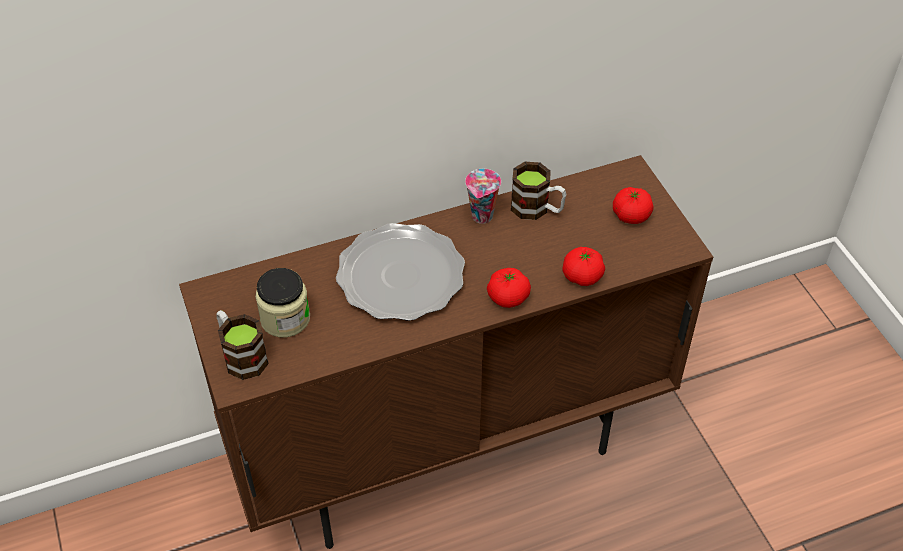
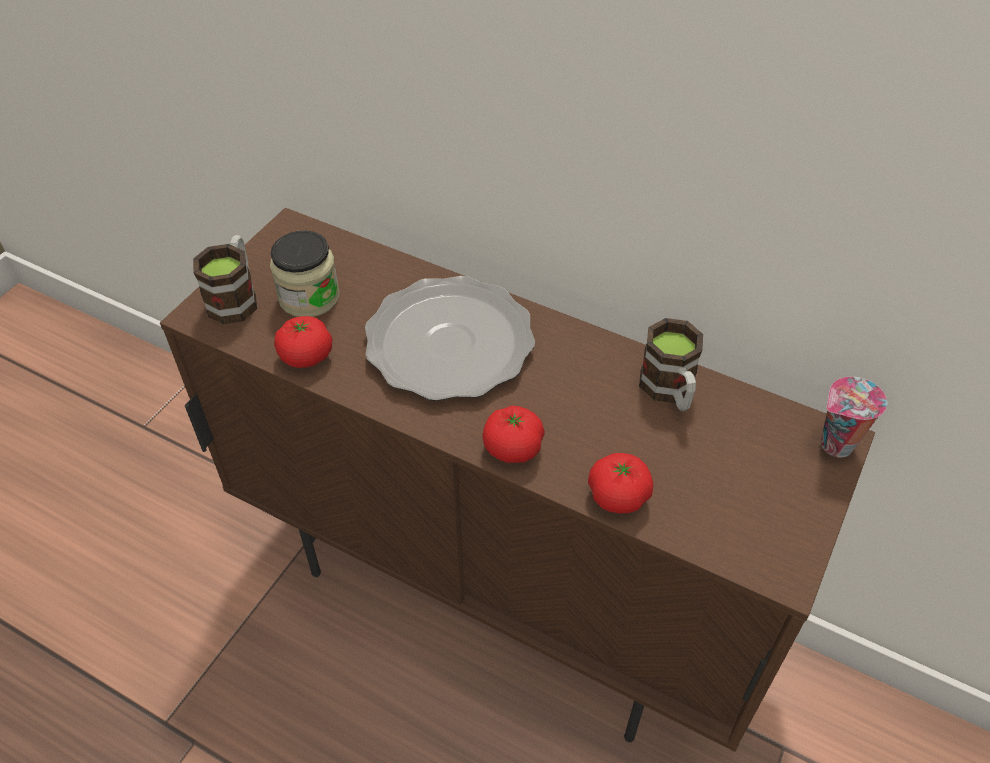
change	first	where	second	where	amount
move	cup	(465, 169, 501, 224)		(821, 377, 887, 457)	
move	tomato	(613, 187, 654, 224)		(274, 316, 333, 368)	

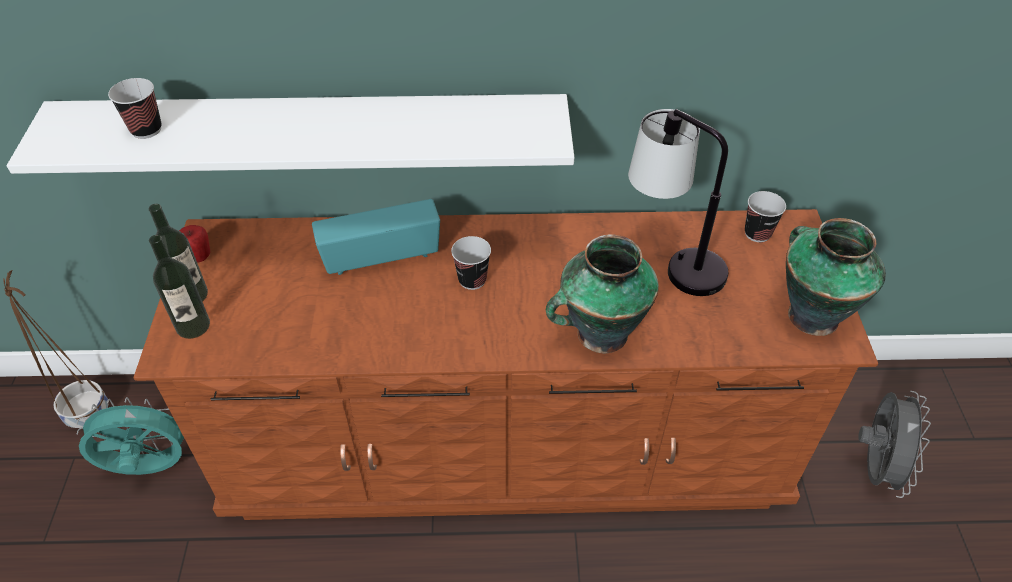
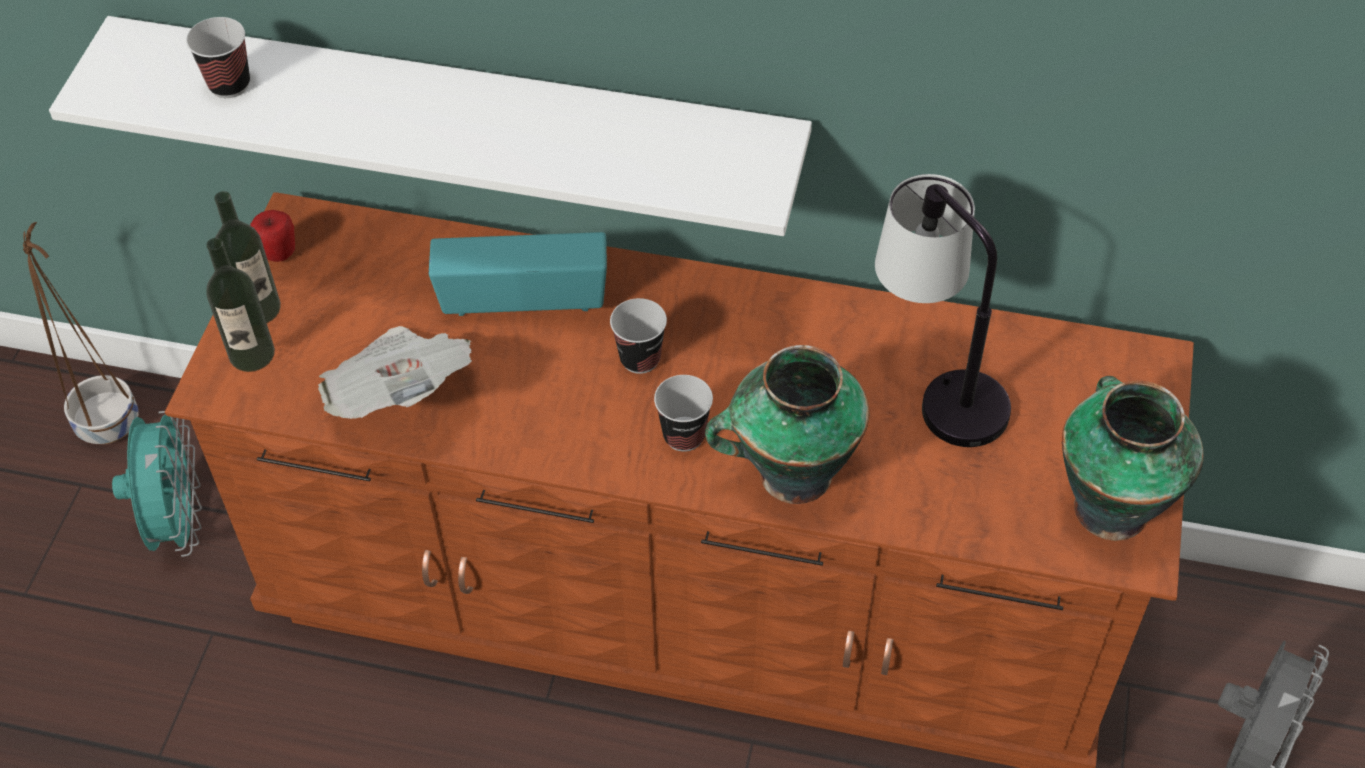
change	first	where	second	where	amount
rotate	turquoise fan	(76, 397, 184, 475)		(112, 411, 202, 557)	75 degrees clockwise
move	cup	(745, 191, 786, 242)		(654, 375, 713, 452)	
insert			newspaper	(318, 326, 472, 419)	

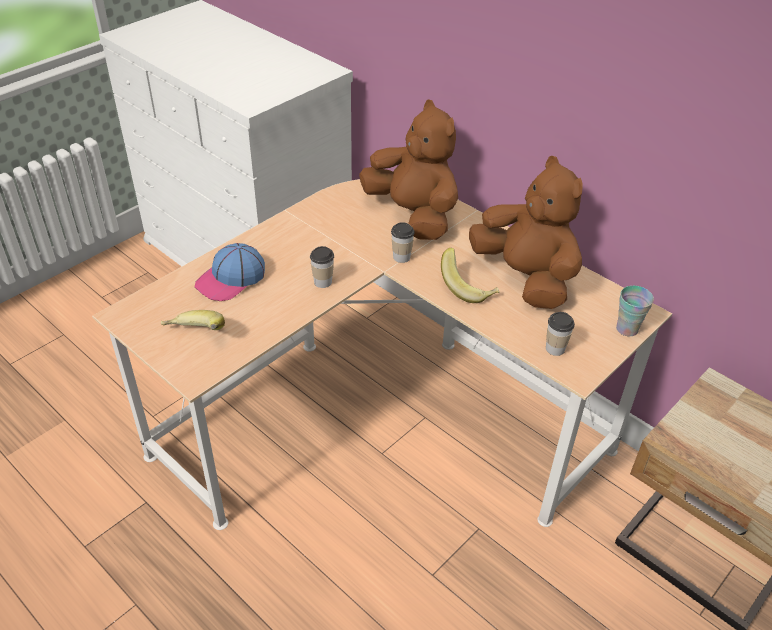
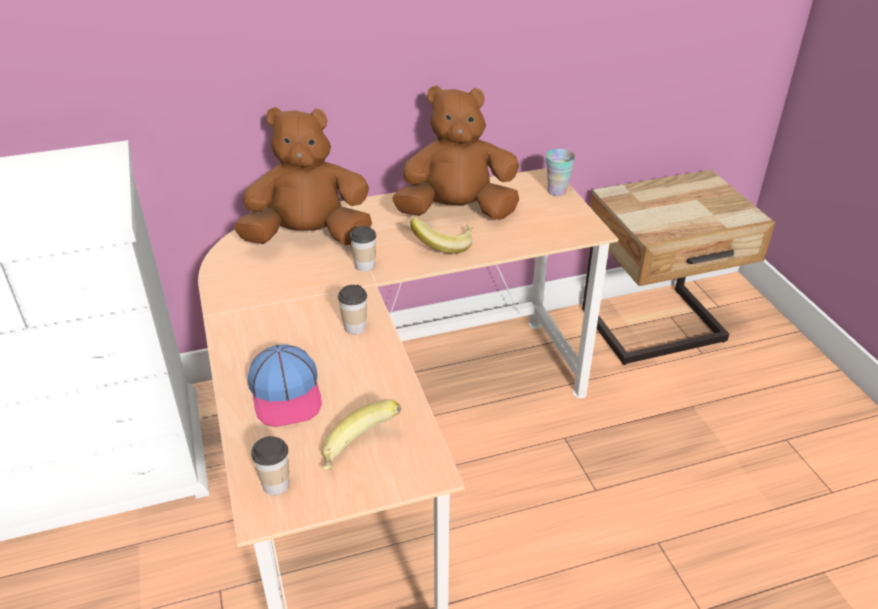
change	first	where	second	where	amount
move	cup	(546, 312, 575, 356)		(251, 436, 289, 495)	

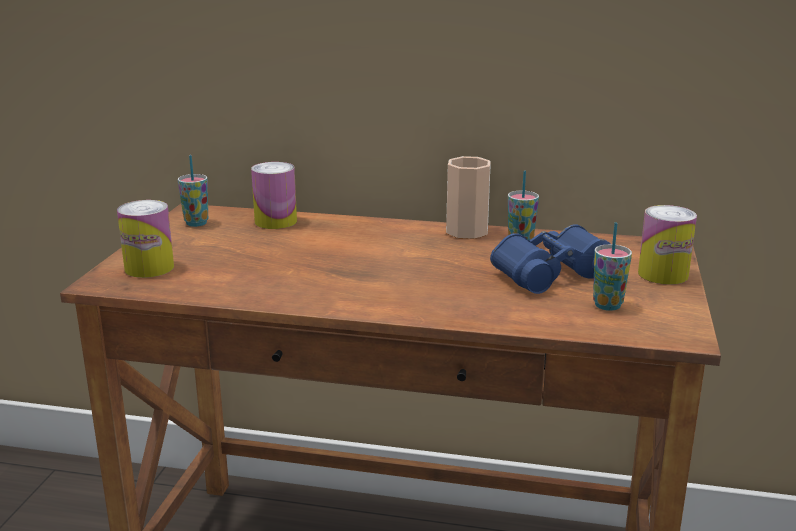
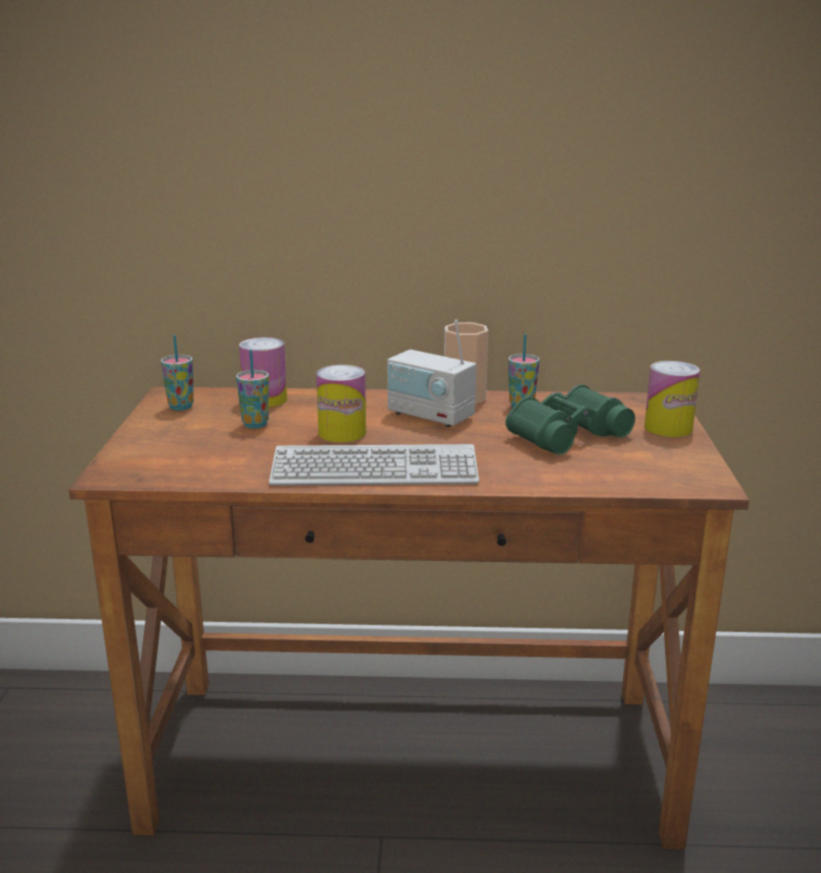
change	first	where	second	where	amount
move	can	(117, 200, 174, 278)		(316, 365, 366, 442)	
recolor	blue binoculars	(490, 224, 611, 294)	green binoculars	(506, 384, 635, 455)	
move	cup	(593, 223, 632, 311)		(236, 350, 269, 428)	
insert			keyboard	(269, 444, 479, 486)	
insert			radio	(387, 320, 476, 427)	

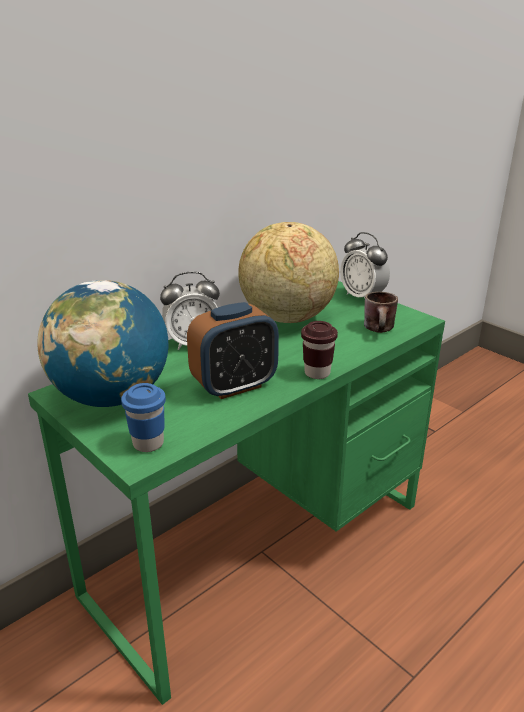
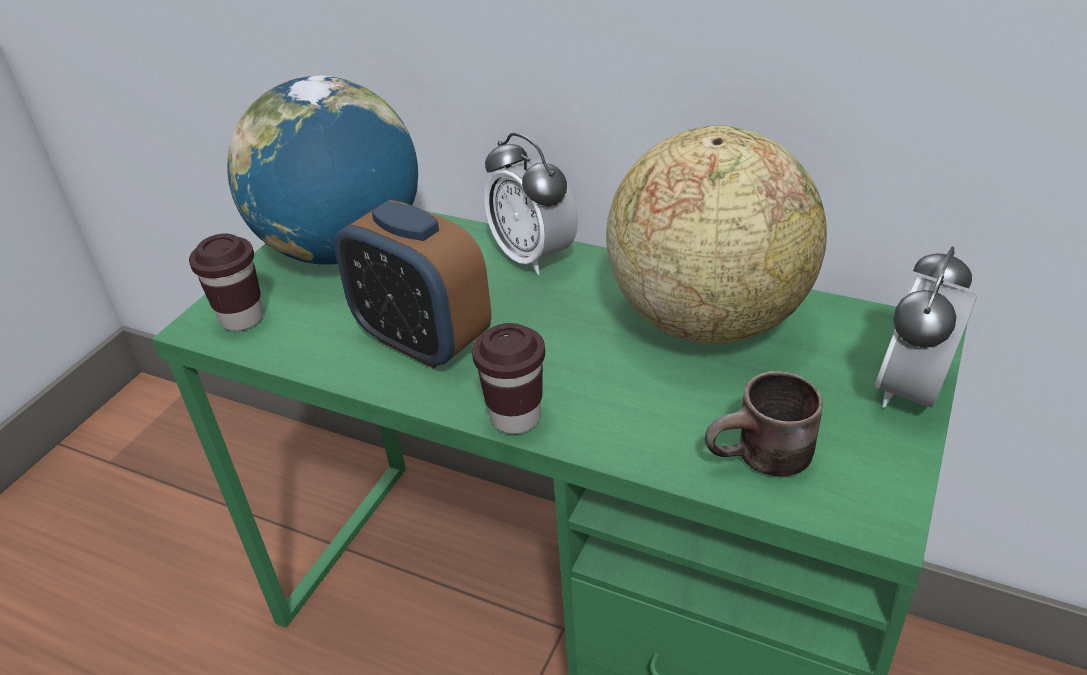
change	first	where	second	where	amount
recolor	blue cup	(121, 383, 166, 452)	brown cup	(189, 234, 263, 331)	

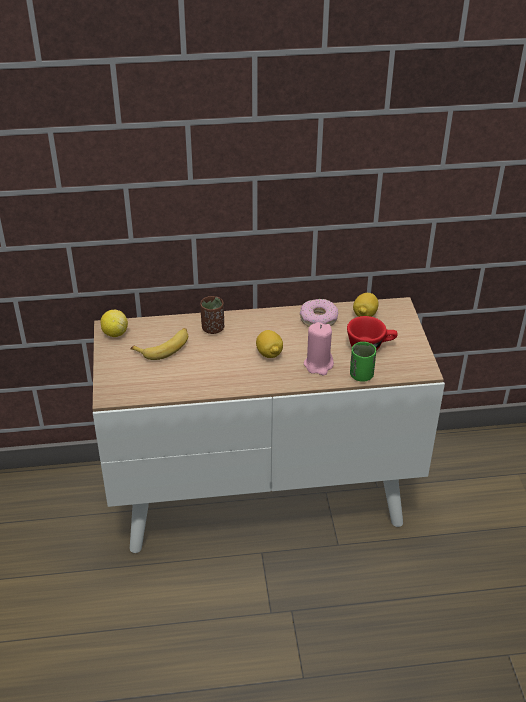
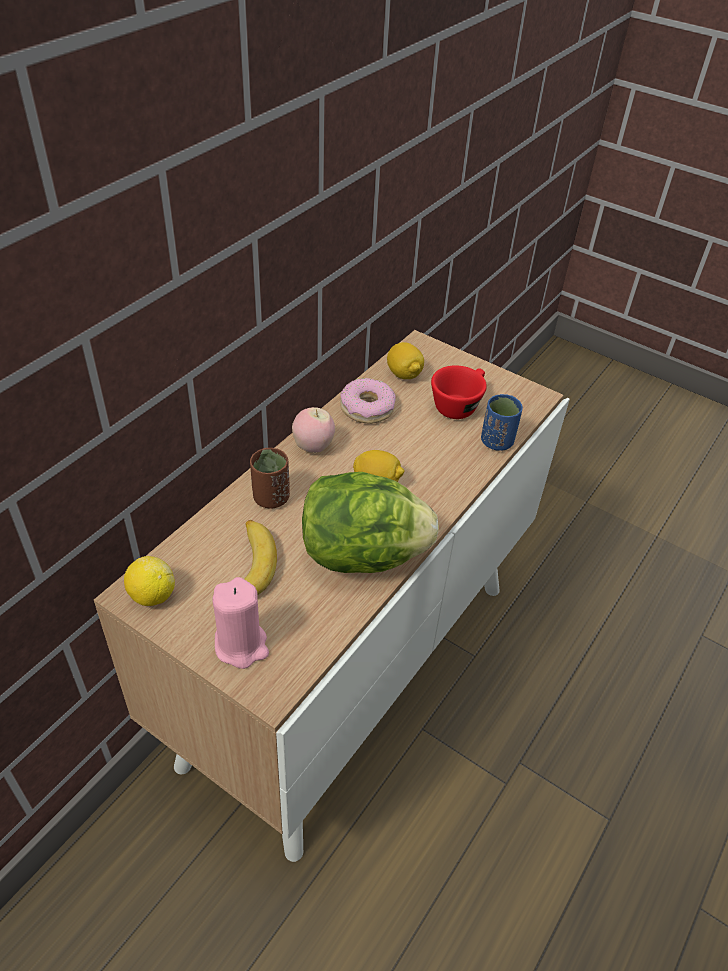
change	first	where	second	where	amount
move	pink candle	(304, 322, 334, 375)		(212, 577, 269, 669)	
recolor	green cup	(350, 342, 376, 382)	blue cup	(481, 394, 523, 451)	
insert			apple	(292, 407, 335, 453)	
insert			lettuce	(302, 472, 439, 573)	

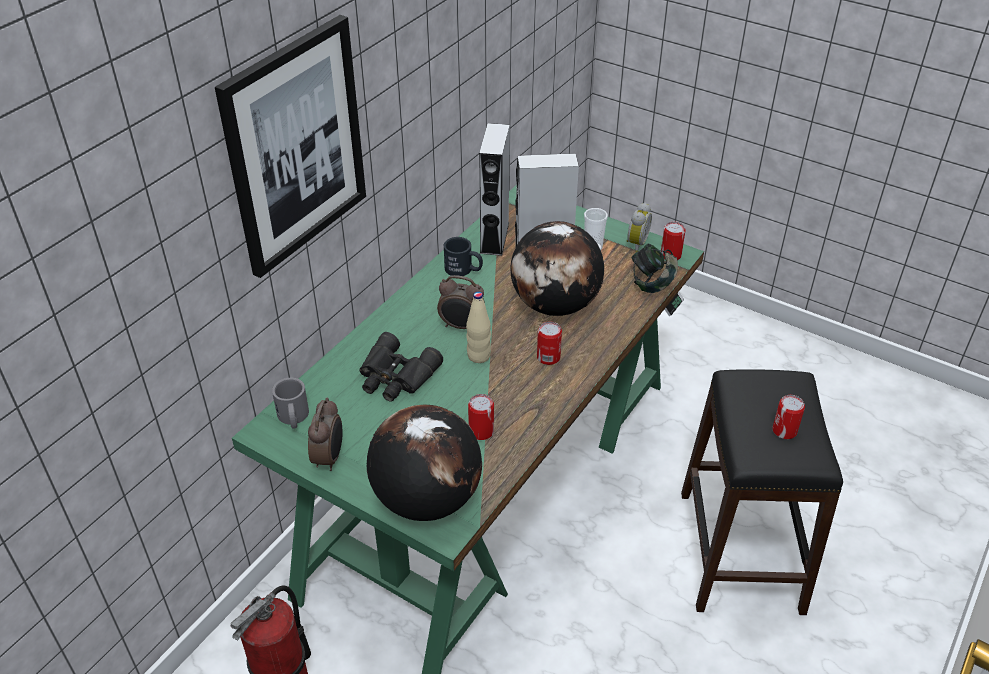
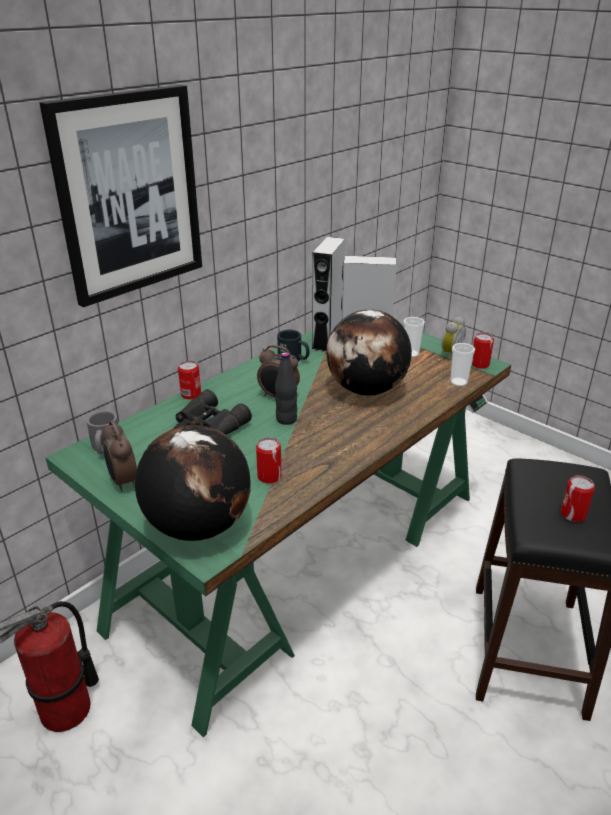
change	first	where	second	where	amount
rotate	alarm clock	(308, 397, 343, 471)		(102, 420, 137, 491)	135 degrees clockwise
recolor	beige bottle	(466, 292, 491, 363)	black bottle	(275, 352, 297, 425)	
move	can	(537, 321, 562, 365)		(178, 361, 201, 400)	
replace	headphones	(631, 244, 678, 293)	cup	(450, 343, 475, 387)	

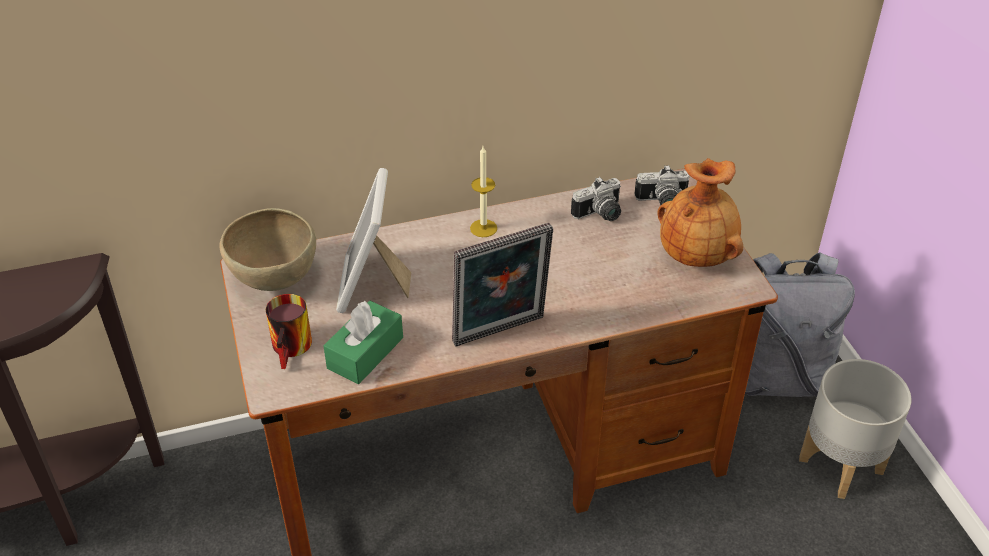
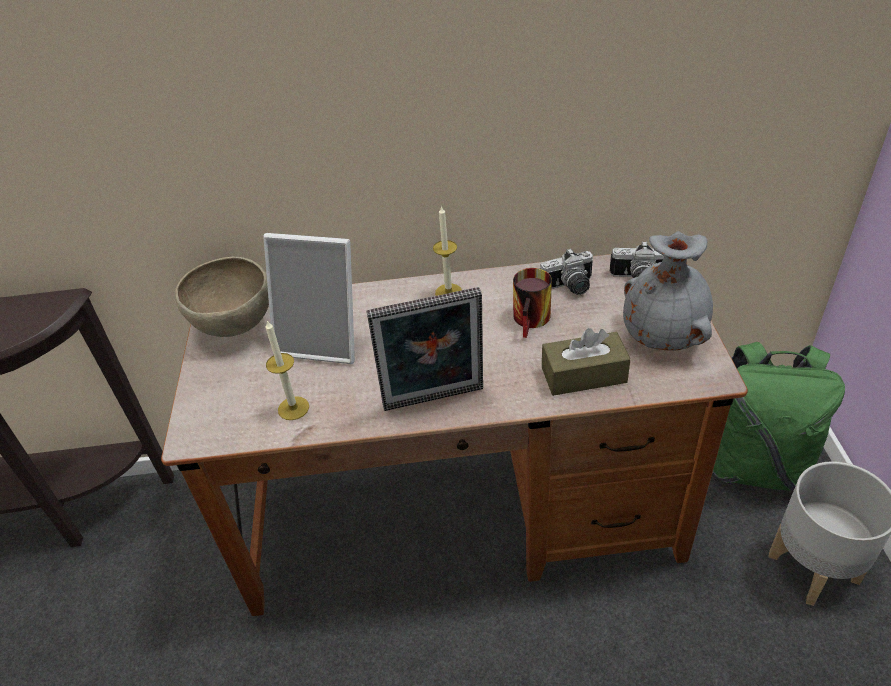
change	first	where	second	where	amount
move	mug	(266, 294, 312, 369)		(513, 268, 552, 338)	
replace	green tissue box	(324, 301, 403, 384)	candle	(265, 321, 309, 420)	
rotate	picture frame	(336, 168, 411, 313)		(263, 233, 355, 364)	90 degrees counterclockwise
recolor	brown vase	(658, 158, 743, 267)	grey vase	(623, 231, 713, 351)	
recolor	grey backpack	(745, 252, 855, 397)	green backpack	(713, 342, 845, 491)	
insert			brown tissue box	(542, 328, 631, 396)	

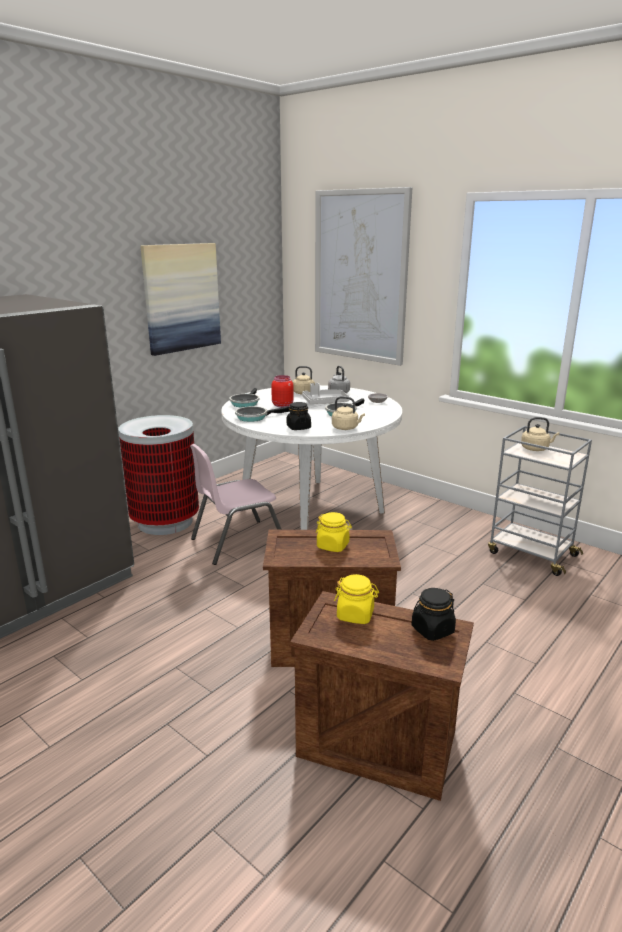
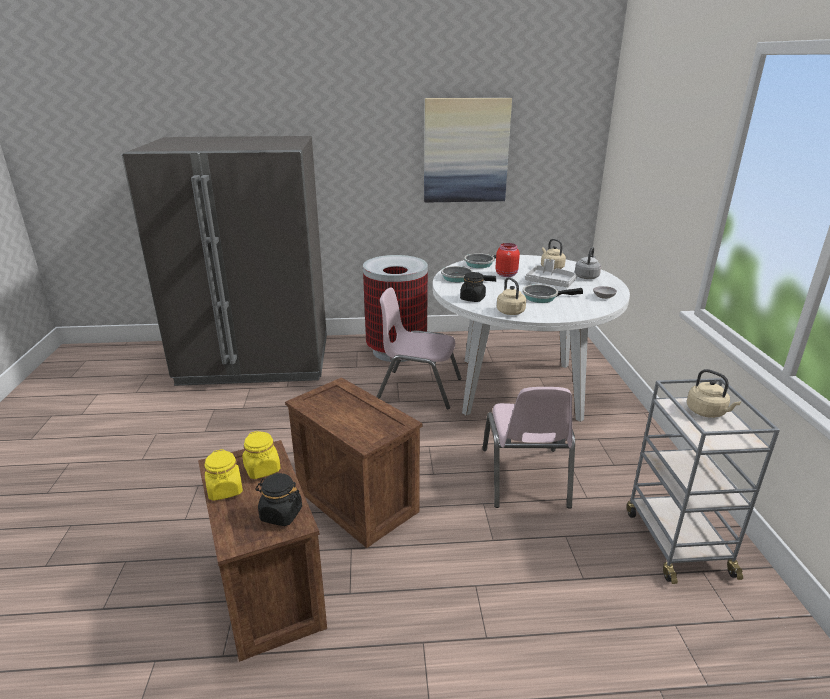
change	first	where	second	where	amount
delete	picture	(315, 187, 412, 366)			
move	yellow jar	(316, 512, 352, 552)		(204, 449, 243, 501)	
insert			pink chair	(482, 387, 575, 509)	

